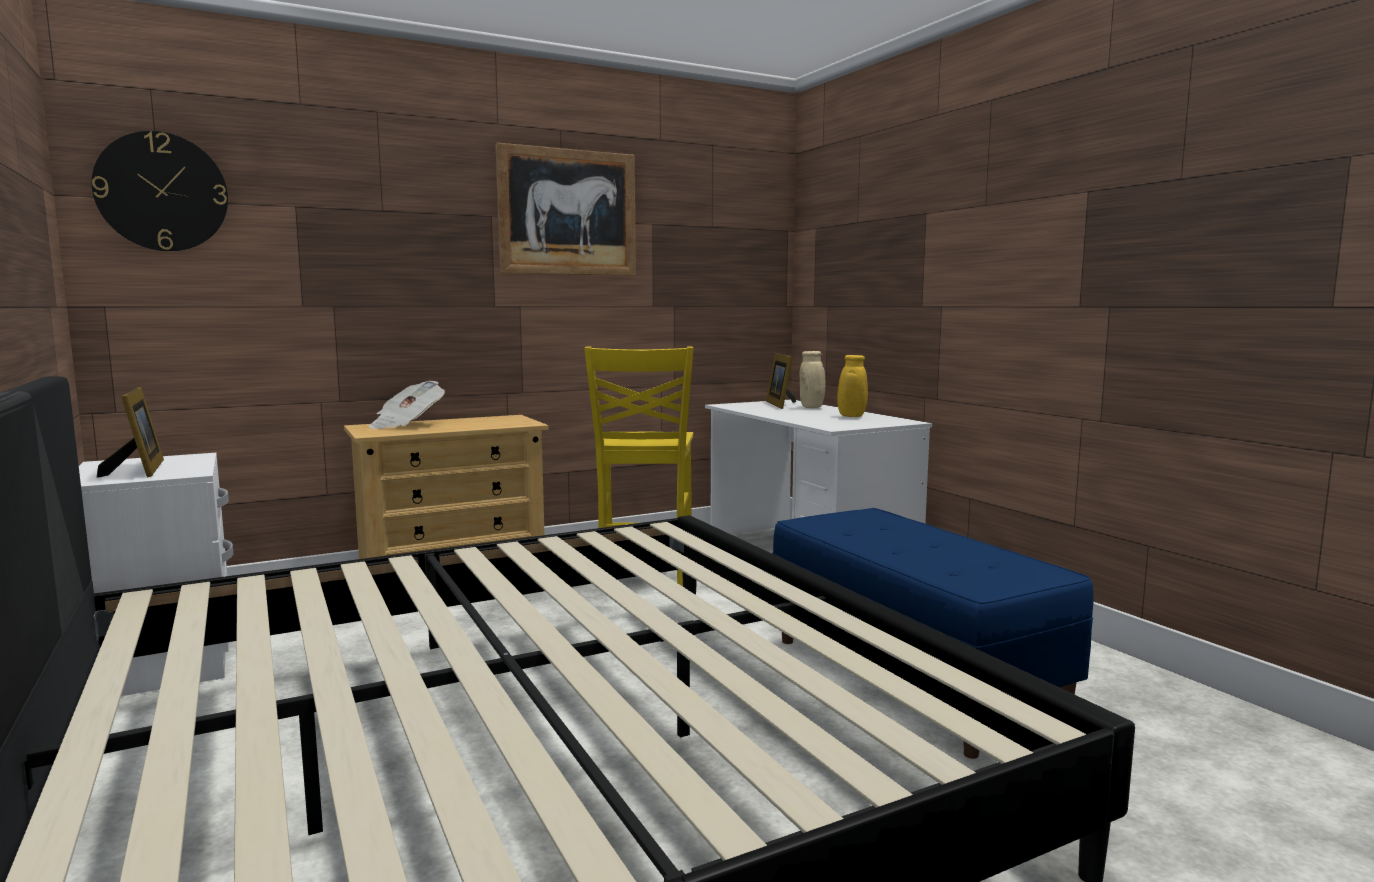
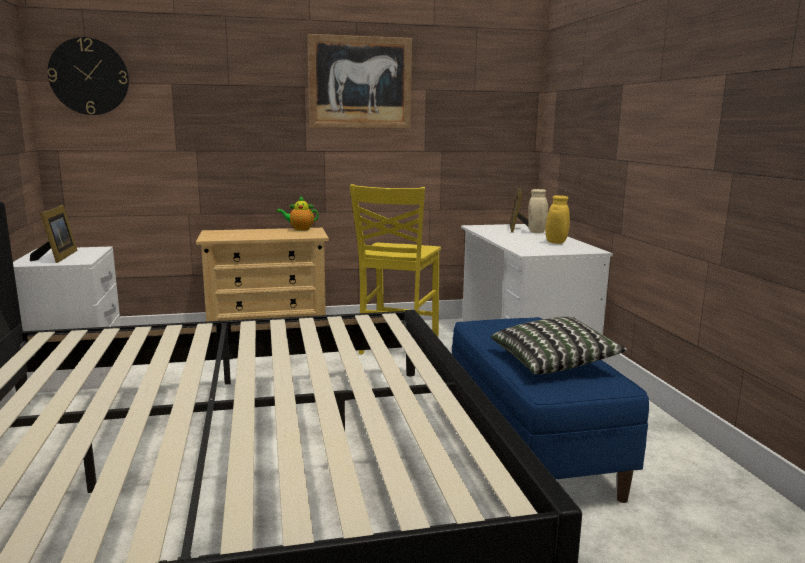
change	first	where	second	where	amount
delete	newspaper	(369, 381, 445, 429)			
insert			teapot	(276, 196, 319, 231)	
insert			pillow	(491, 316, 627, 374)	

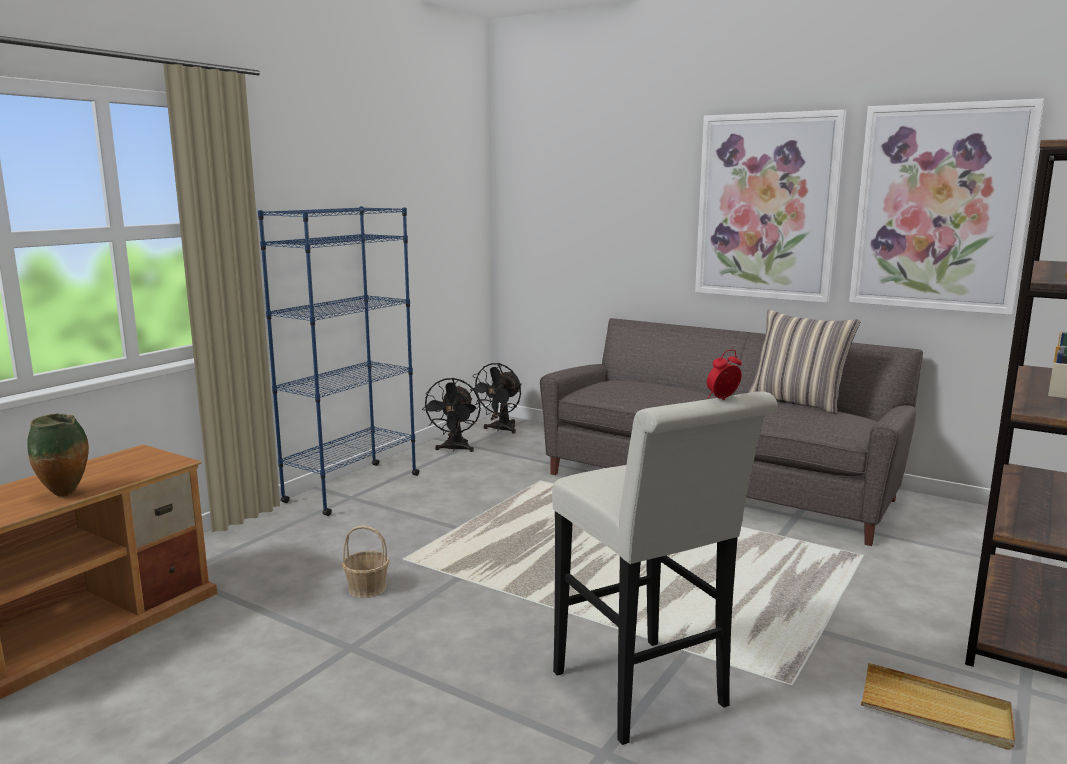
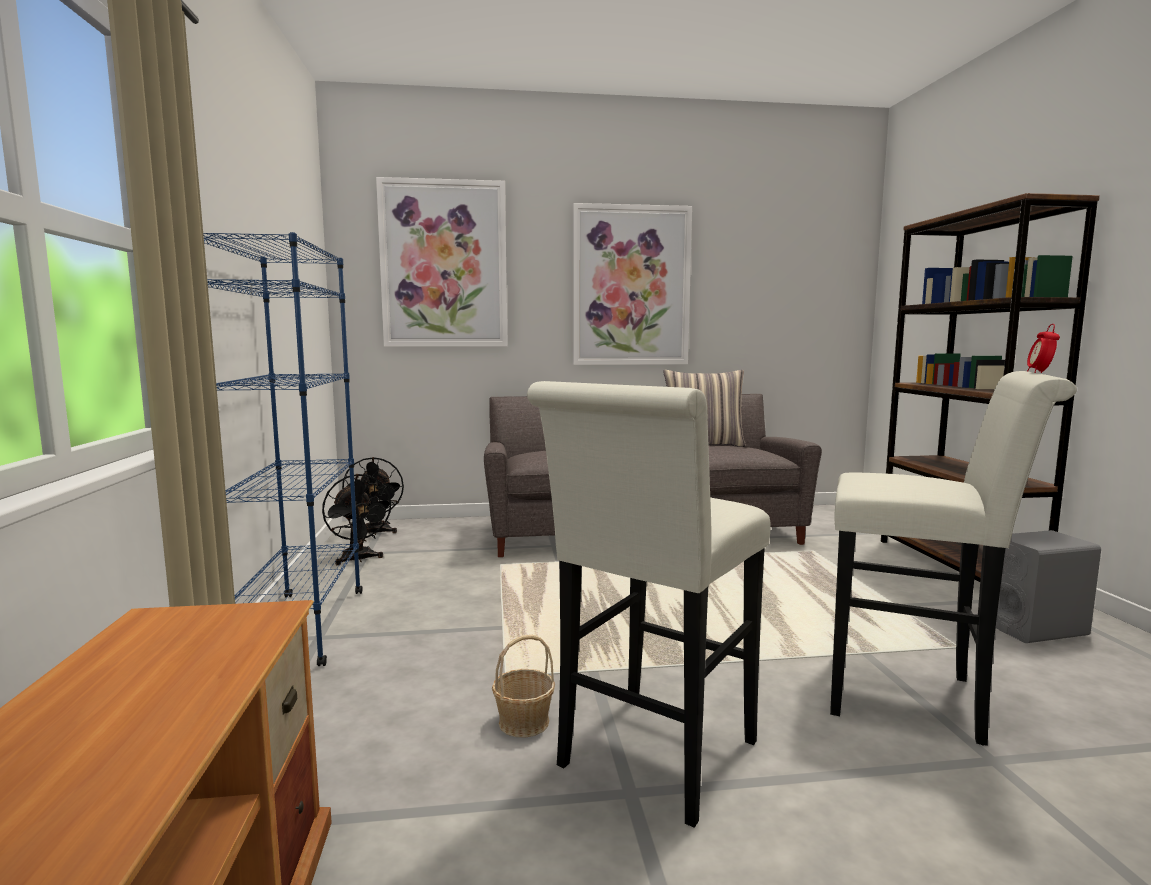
change	first	where	second	where	amount
delete	vase	(27, 414, 89, 497)			
move	picture	(849, 99, 1044, 315)		(376, 177, 508, 347)	
replace	beige tray	(861, 663, 1015, 750)	grey speaker	(996, 530, 1101, 643)	
insert			white stool	(527, 381, 771, 828)	

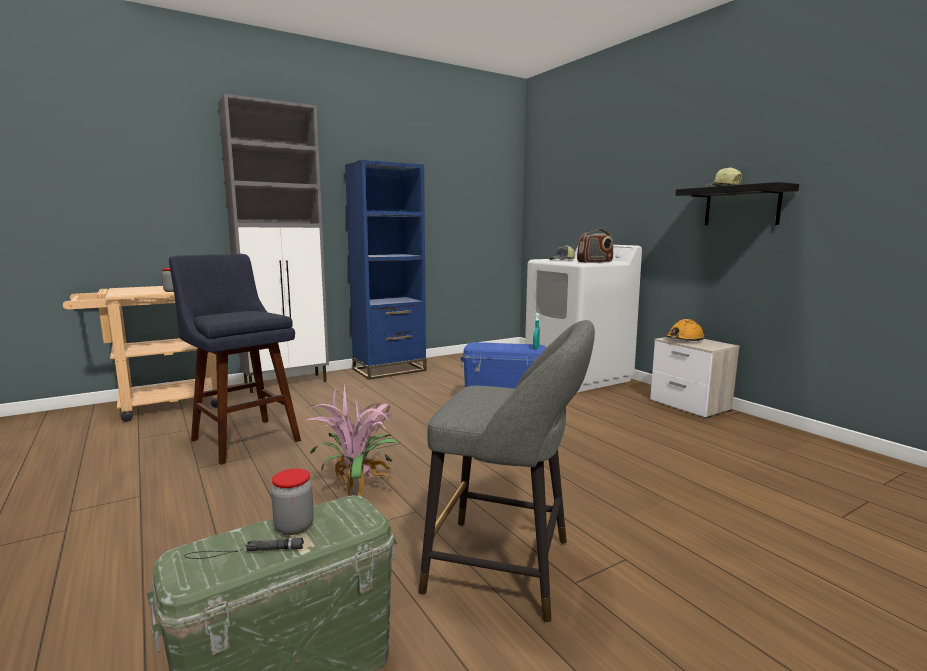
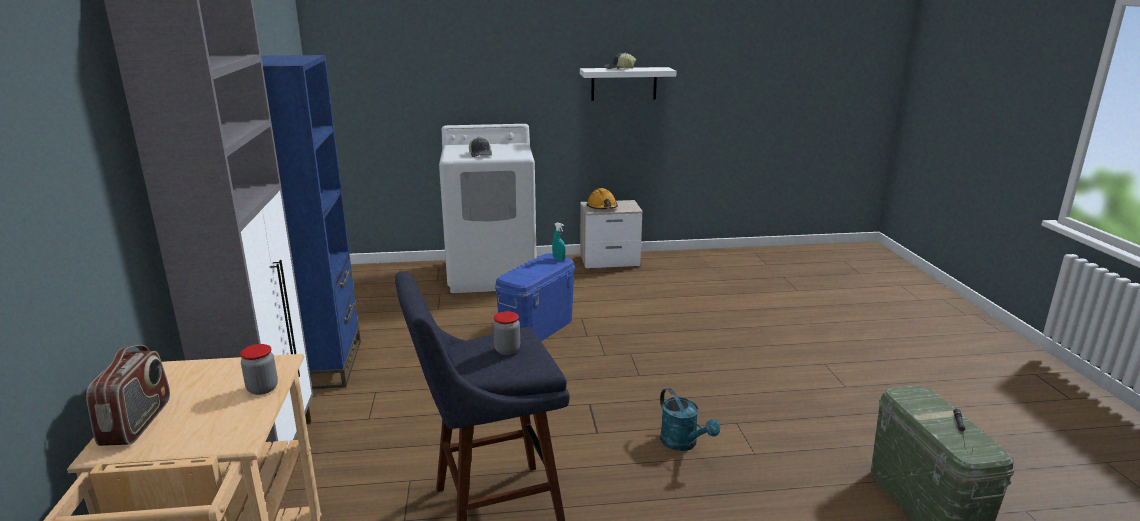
change	first	where	second	where	amount
move	jar	(271, 469, 314, 535)		(493, 311, 520, 355)	
replace	potted plant	(305, 385, 400, 497)	turquoise watering can	(660, 388, 720, 451)	
delete	grey stool	(419, 320, 595, 623)			
move	radio	(577, 228, 613, 263)		(86, 345, 170, 446)	
recolor	black shelf	(675, 182, 799, 225)	white shelf	(580, 67, 677, 101)	

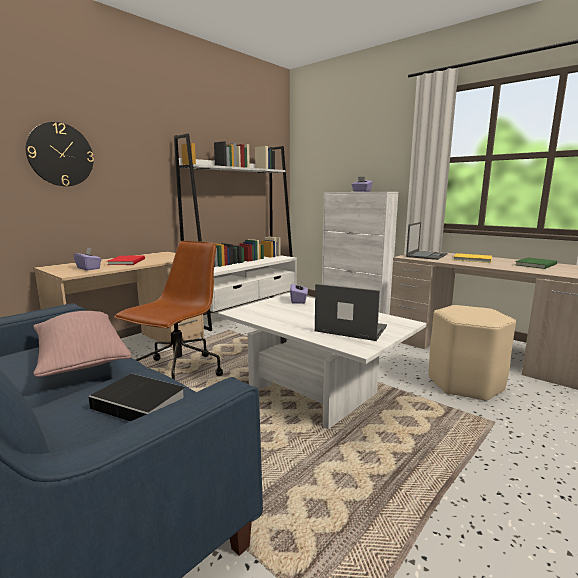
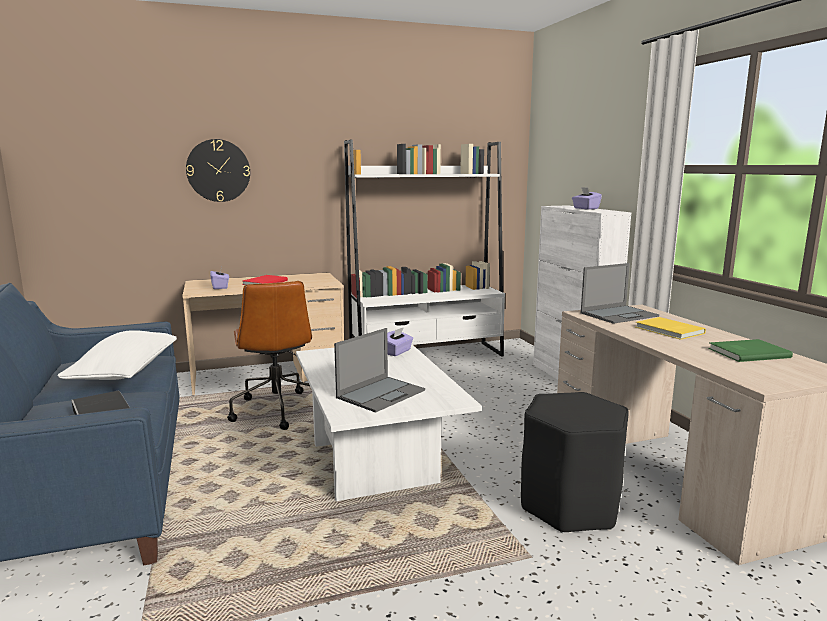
change	first	where	second	where	amount
recolor	pink pillow	(33, 311, 132, 377)	white pillow	(57, 331, 177, 380)	
rotate	brown office chair	(114, 241, 223, 380)		(227, 281, 312, 430)	105 degrees clockwise
rotate	laptop	(315, 284, 387, 341)		(334, 328, 425, 413)	75 degrees clockwise
recolor	beige stool	(429, 305, 516, 402)	black stool	(521, 392, 629, 533)	

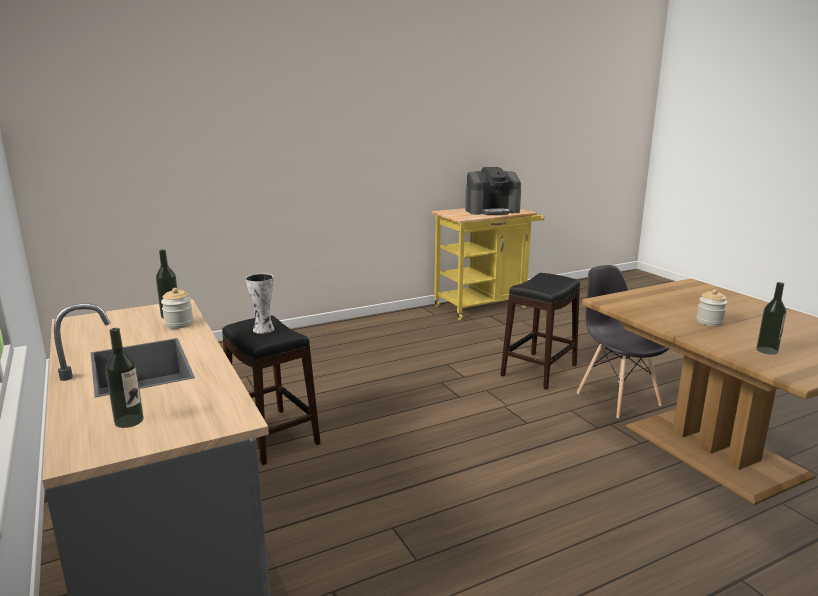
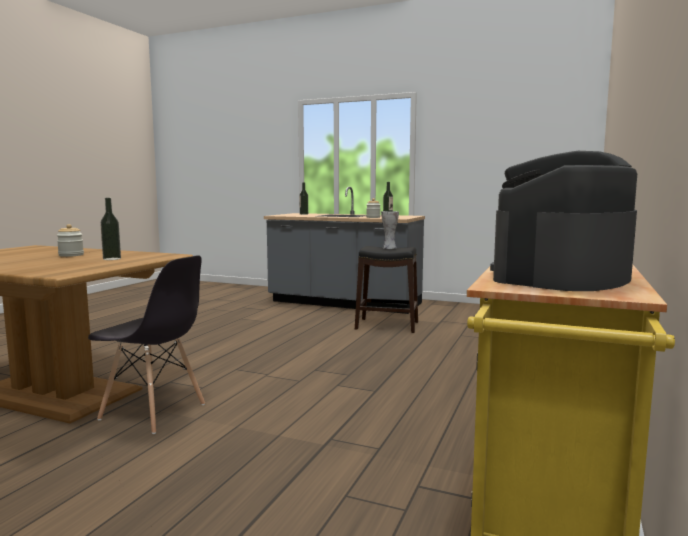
change	first	where	second	where	amount
delete	black stool	(500, 273, 580, 390)			
move	bottle	(756, 282, 786, 355)		(100, 198, 121, 260)	

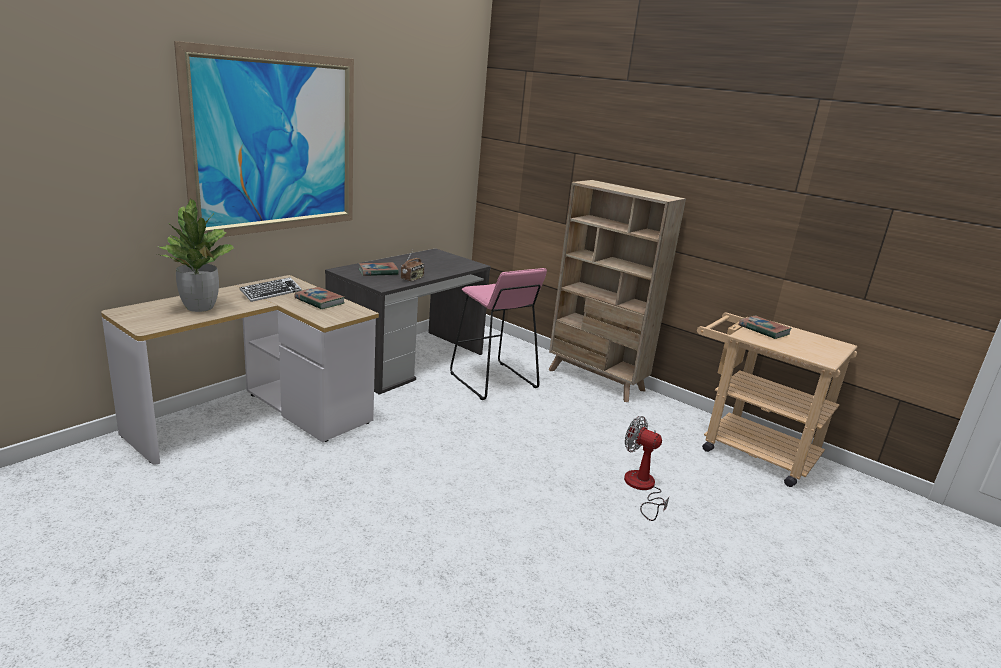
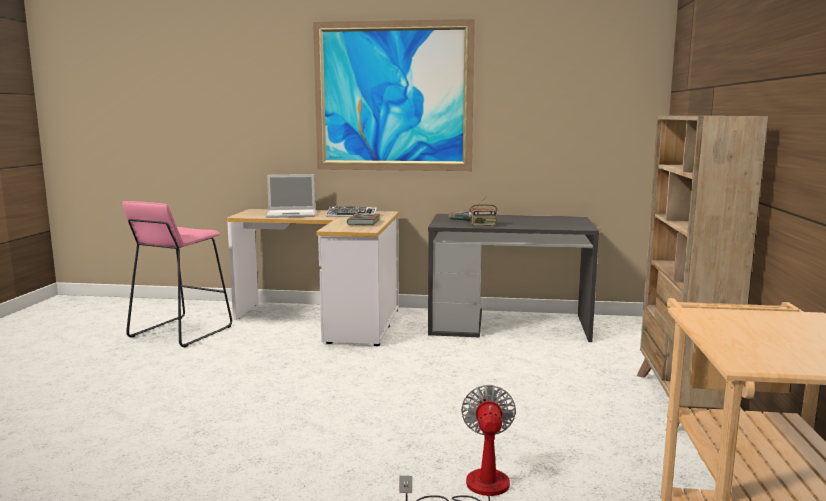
change	first	where	second	where	amount
replace	potted plant	(157, 198, 235, 312)	laptop	(266, 174, 315, 218)	
move	pink stool	(450, 268, 547, 400)		(122, 201, 232, 347)	
delete	book	(738, 316, 792, 339)			

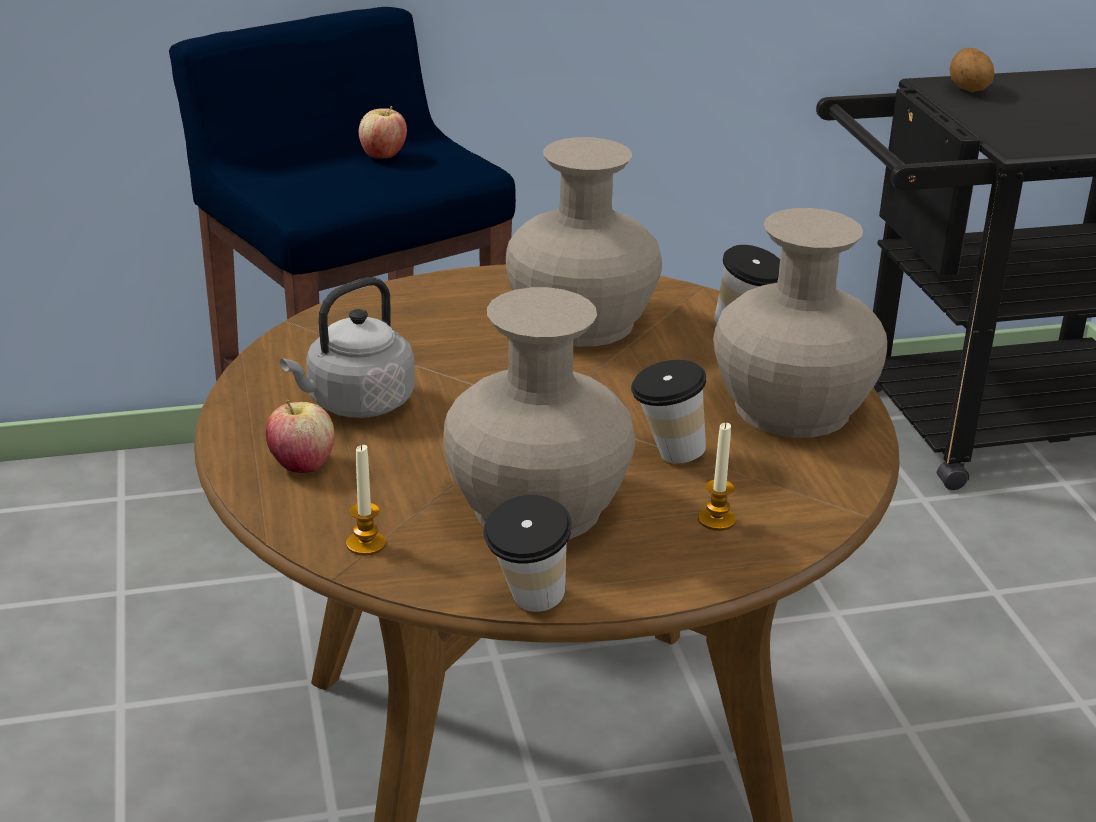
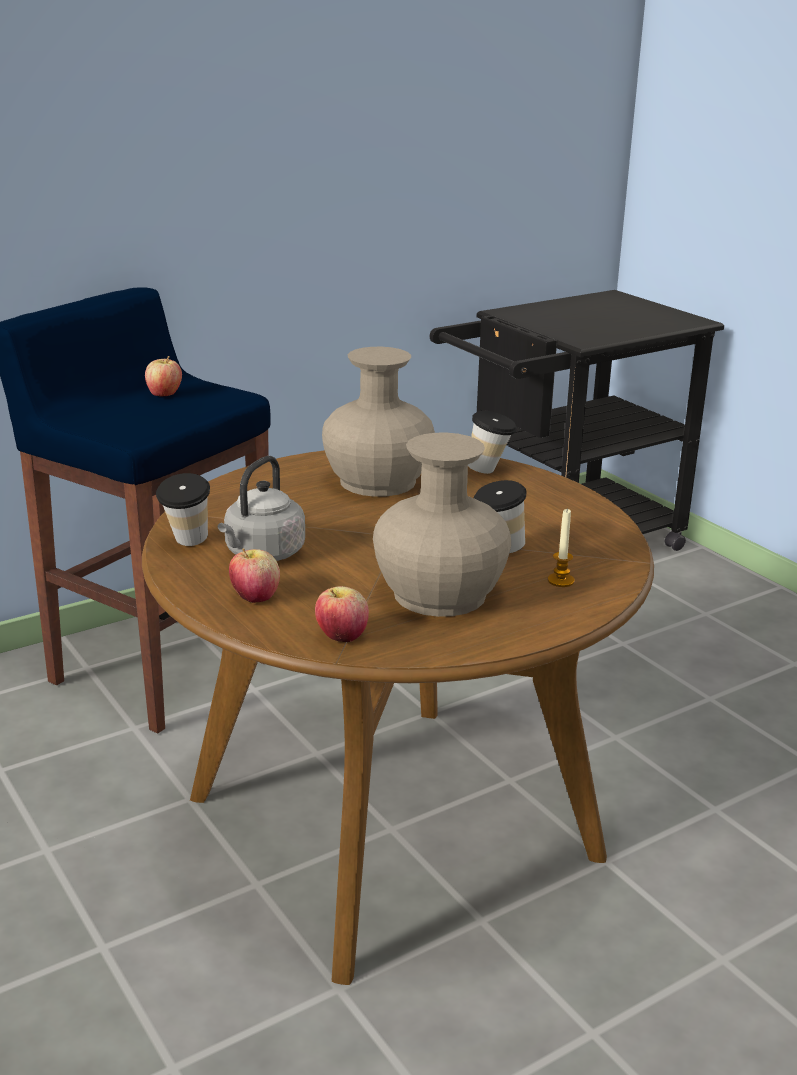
change	first	where	second	where	amount
replace	candle	(346, 444, 386, 556)	apple	(315, 586, 369, 642)	
move	cup	(483, 495, 572, 612)		(156, 473, 210, 546)	
delete	beige vase	(713, 208, 887, 438)			
delete	potato	(949, 48, 995, 92)			

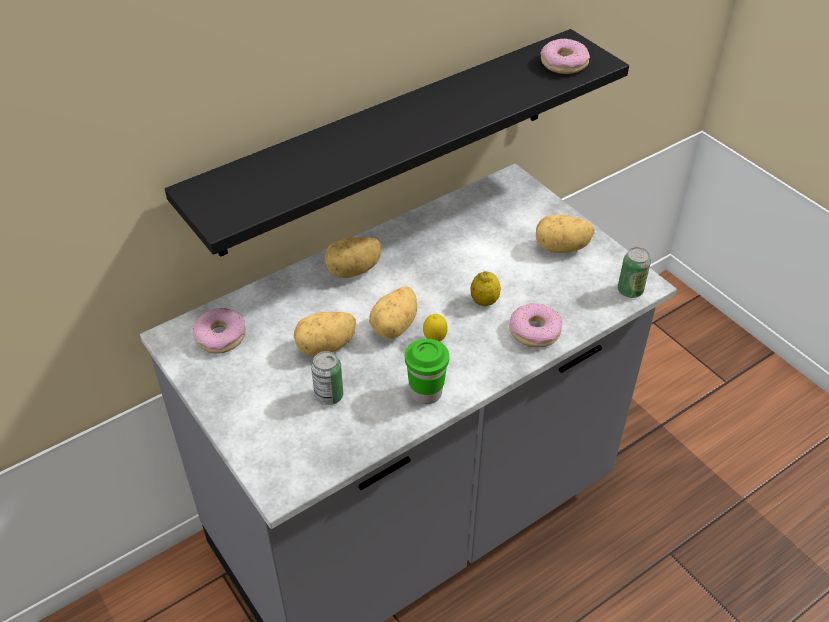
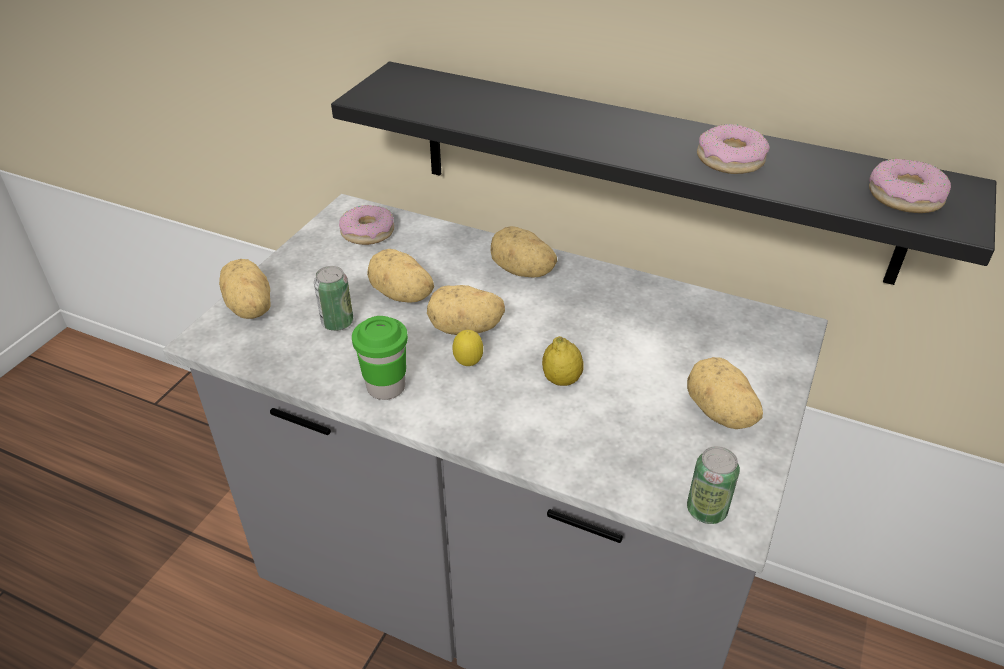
change	first	where	second	where	amount
move	donut	(509, 303, 562, 348)		(697, 124, 770, 174)	
insert			potato	(219, 259, 271, 319)	

